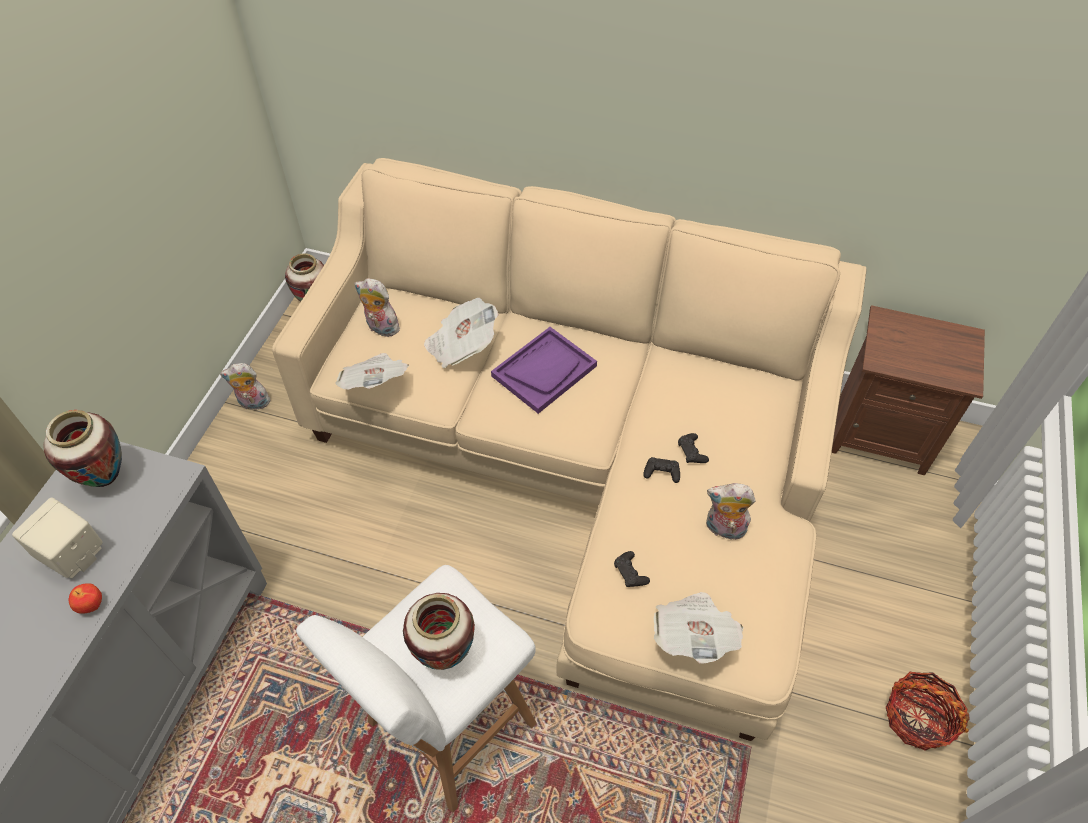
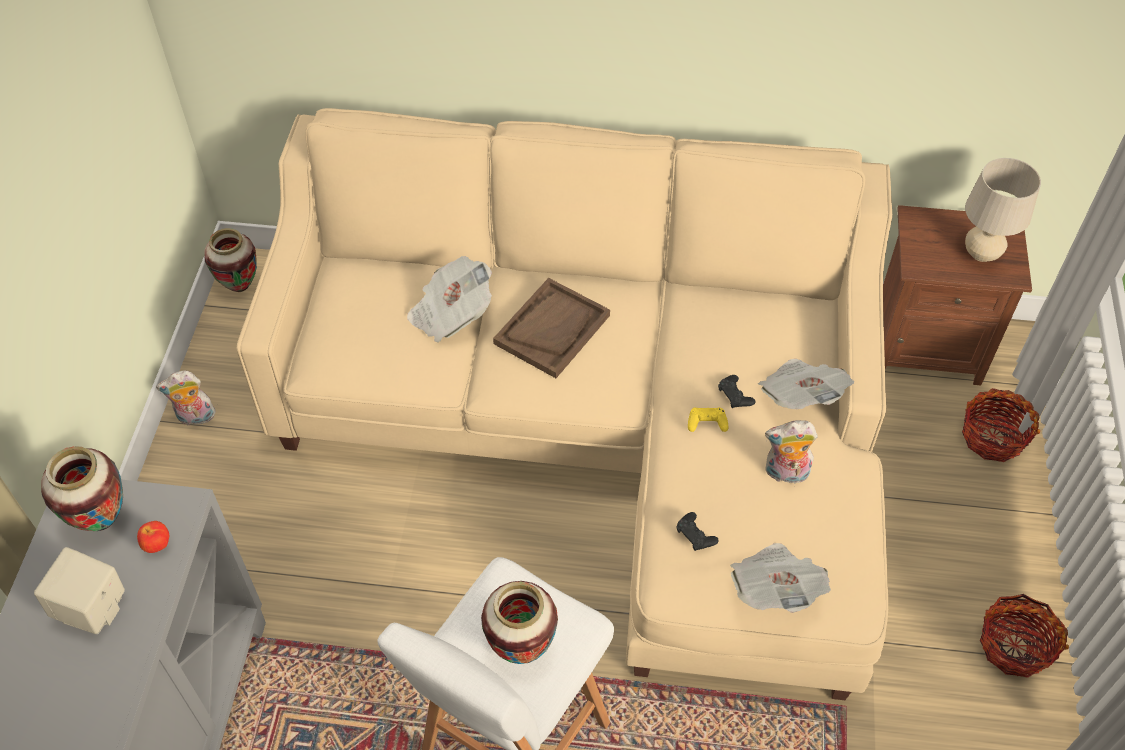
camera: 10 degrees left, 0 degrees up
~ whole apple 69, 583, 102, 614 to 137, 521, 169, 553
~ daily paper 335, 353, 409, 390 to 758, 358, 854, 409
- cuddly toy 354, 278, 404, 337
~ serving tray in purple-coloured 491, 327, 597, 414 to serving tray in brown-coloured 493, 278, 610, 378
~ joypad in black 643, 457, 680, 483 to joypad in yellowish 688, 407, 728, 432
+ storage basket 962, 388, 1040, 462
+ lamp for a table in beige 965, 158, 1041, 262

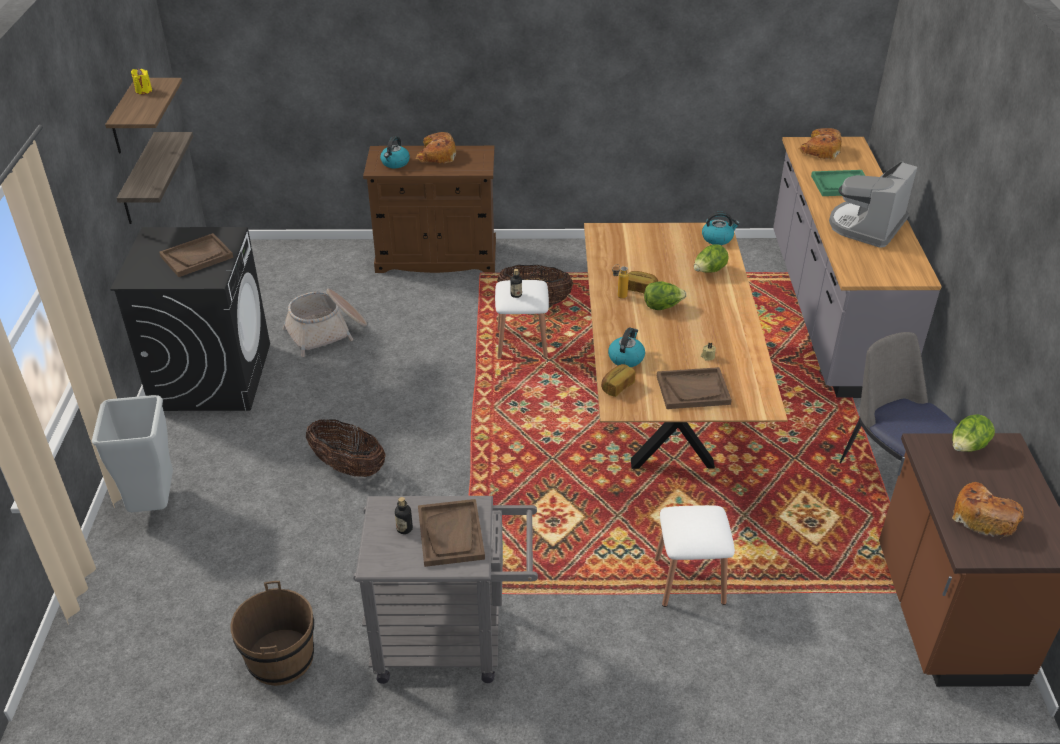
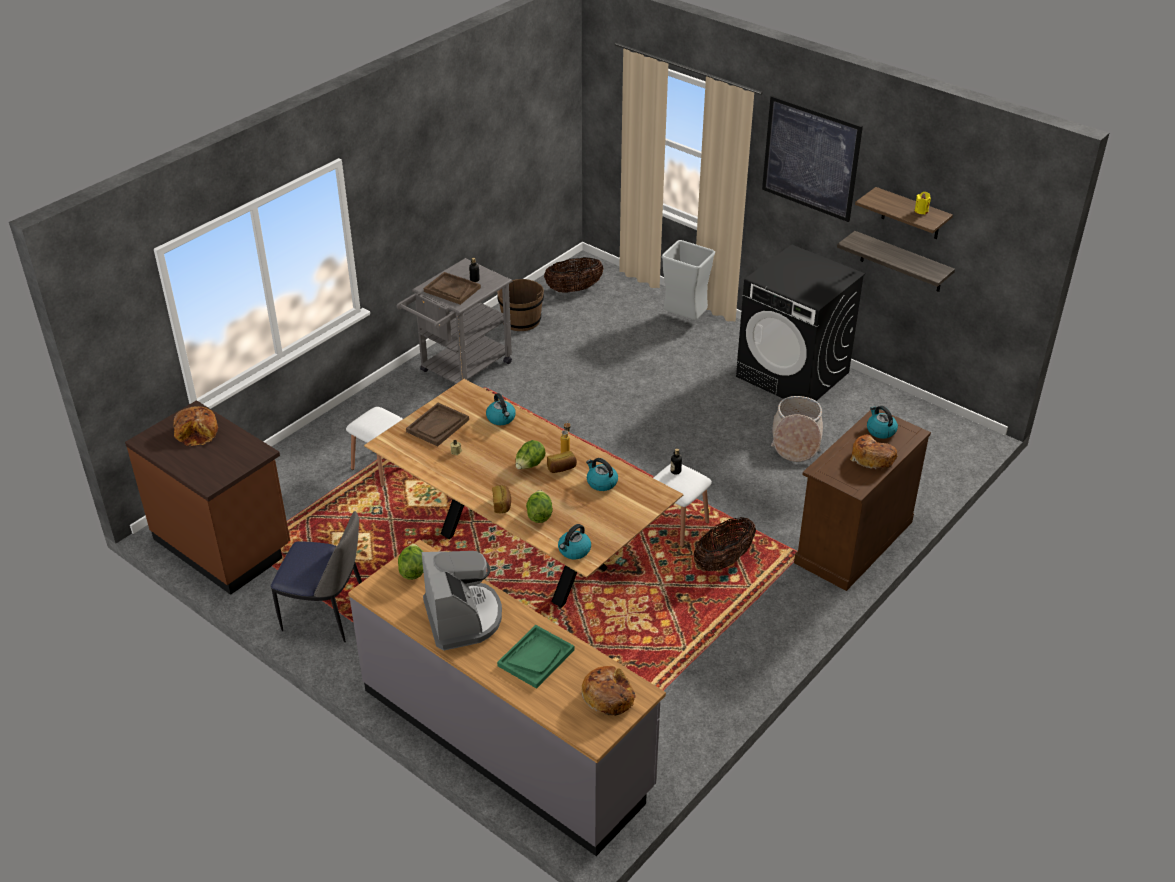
camera: 130 degrees right, 0 degrees up
- serving tray in brown-coloured 159, 233, 233, 277
~ storage basket 306, 419, 386, 477 to 544, 257, 604, 293
~ bakery bread 601, 364, 635, 397 to 492, 485, 511, 514
~ head of lettuce 952, 414, 995, 452 to 398, 544, 423, 580
+ tea kettle 586, 458, 618, 491
+ wall picture 762, 96, 863, 222

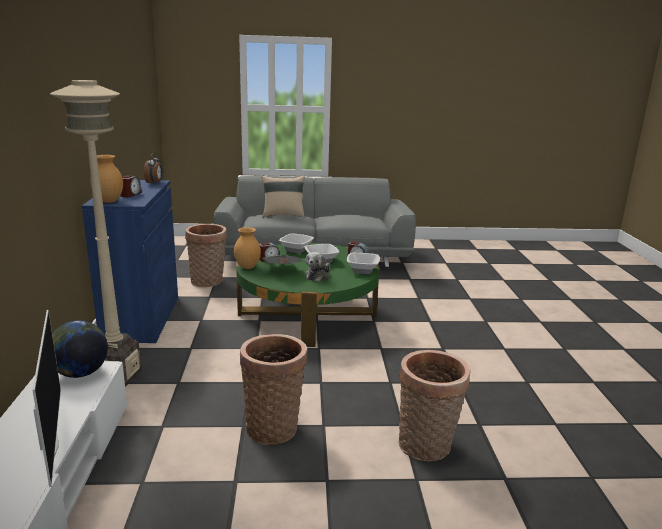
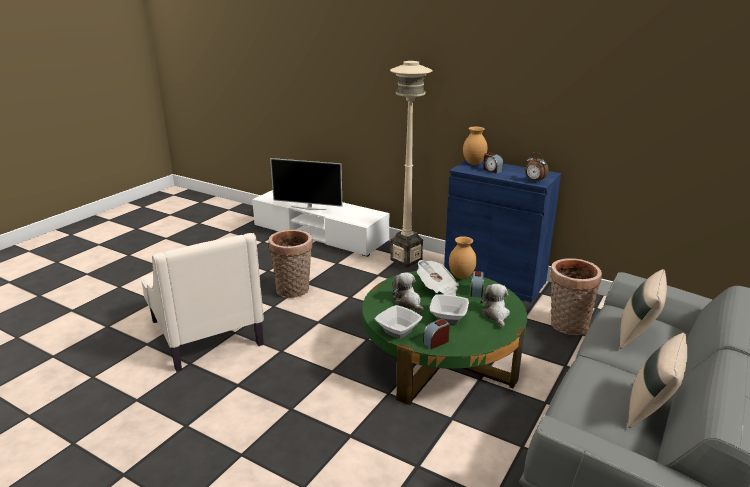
camera: 125 degrees right, 5 degrees up
- world globe 52, 321, 108, 378
~ deep dish 279, 233, 314, 253 to cuddly toy 480, 284, 510, 328
~ storage basket 399, 350, 471, 461 to easy chair in beige 141, 233, 264, 372
+ cushion in beige 628, 333, 687, 428

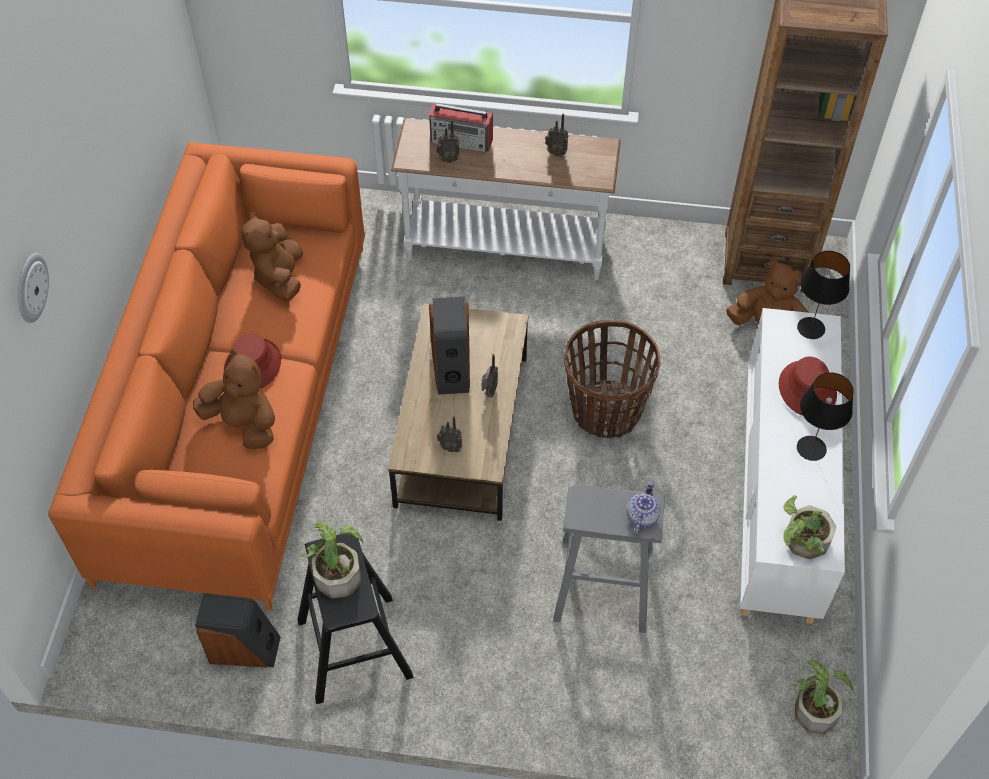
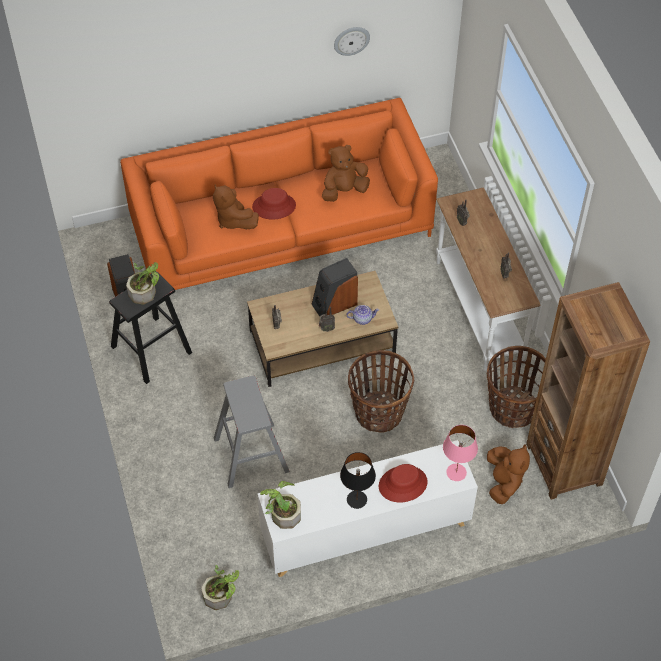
camera: 65 degrees right, 0 degrees up
~ wall clock 18, 253, 49, 323 to 334, 27, 370, 56
~ cuddly toy in brown-coloured 193, 350, 275, 449 = 213, 185, 259, 229 135 degrees clockwise
- radio 429, 103, 493, 153
~ pot for tea 627, 481, 661, 533 to 346, 305, 379, 325
~ lamp for a table in black 797, 251, 850, 339 to lamp for a table in pink 443, 425, 478, 481
+ storage basket 487, 346, 546, 428

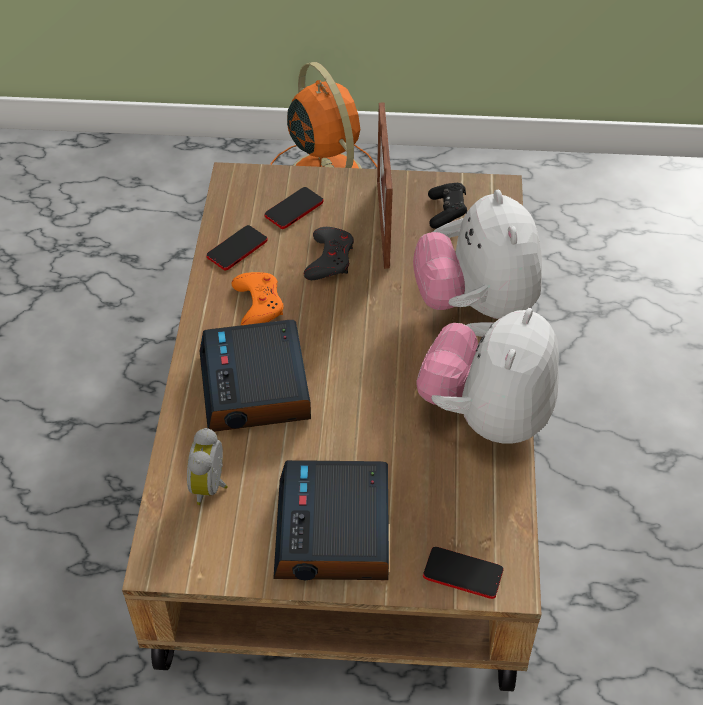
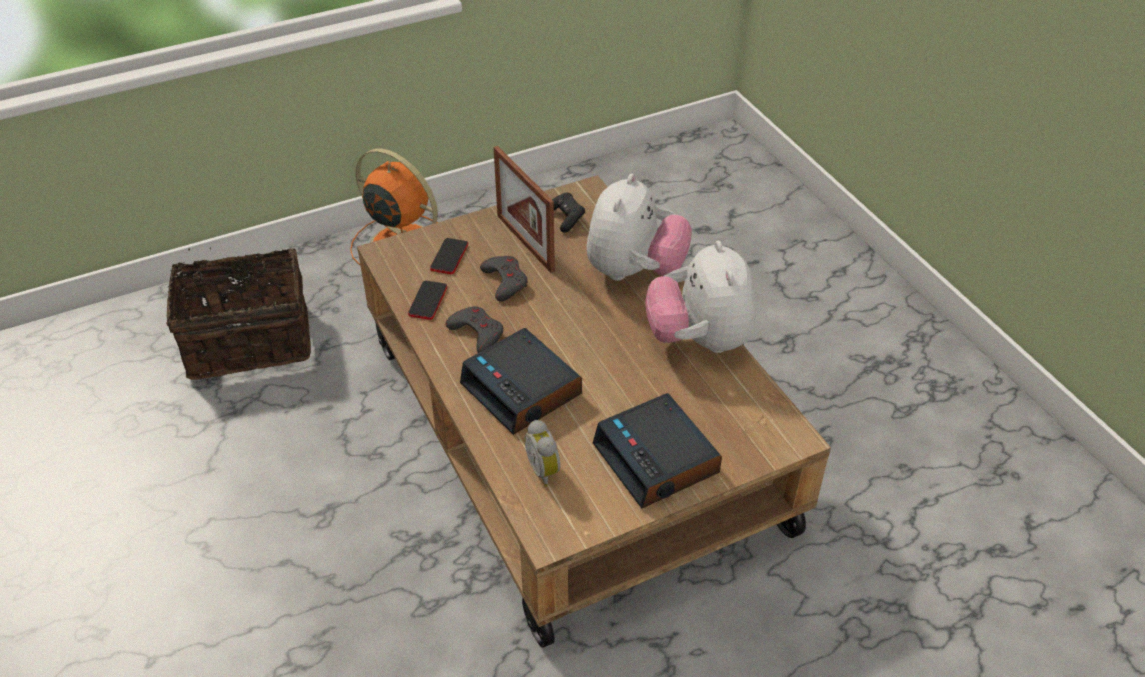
camera: 30 degrees left, 5 degrees down
~ joypad in orange 232, 272, 284, 325 to joypad in grey 446, 306, 504, 353
~ cuddly toy 413, 190, 542, 319 = 587, 174, 692, 281 120 degrees counterclockwise
- handset 423, 547, 504, 599
+ storage basket 166, 248, 311, 380

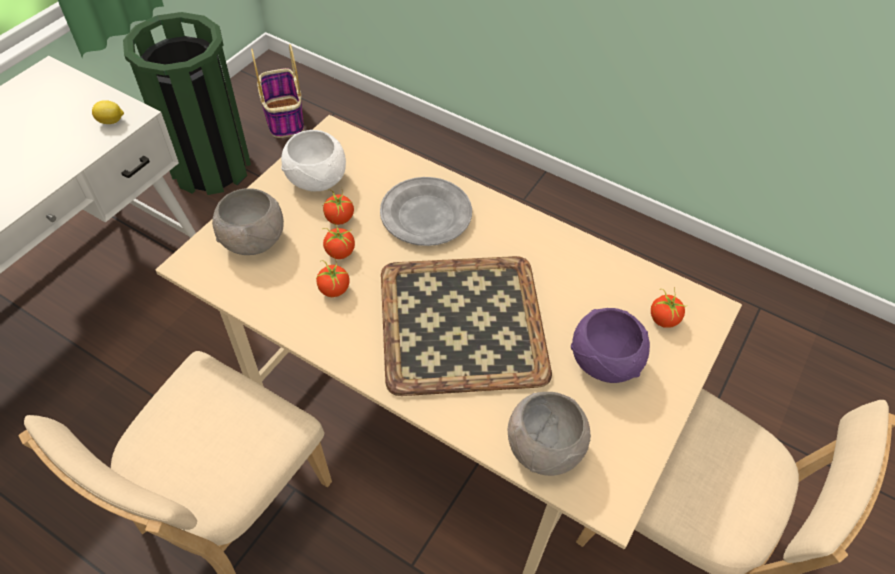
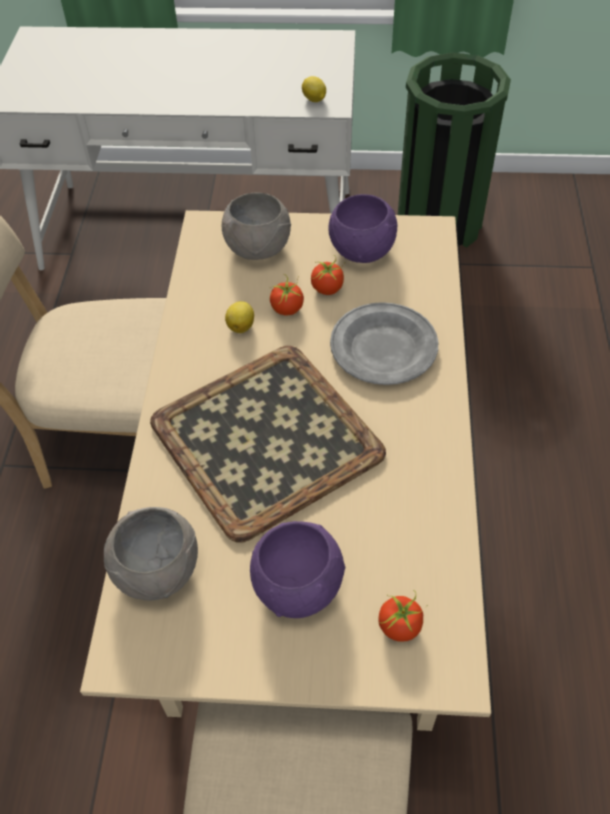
camera: 65 degrees right, 0 degrees up
- storage basket 251, 44, 304, 138
~ deep dish in white 281, 130, 346, 191 to deep dish in purple-coloured 329, 194, 398, 263
~ fresh tomato 315, 259, 350, 297 to whole lemon 225, 301, 254, 333

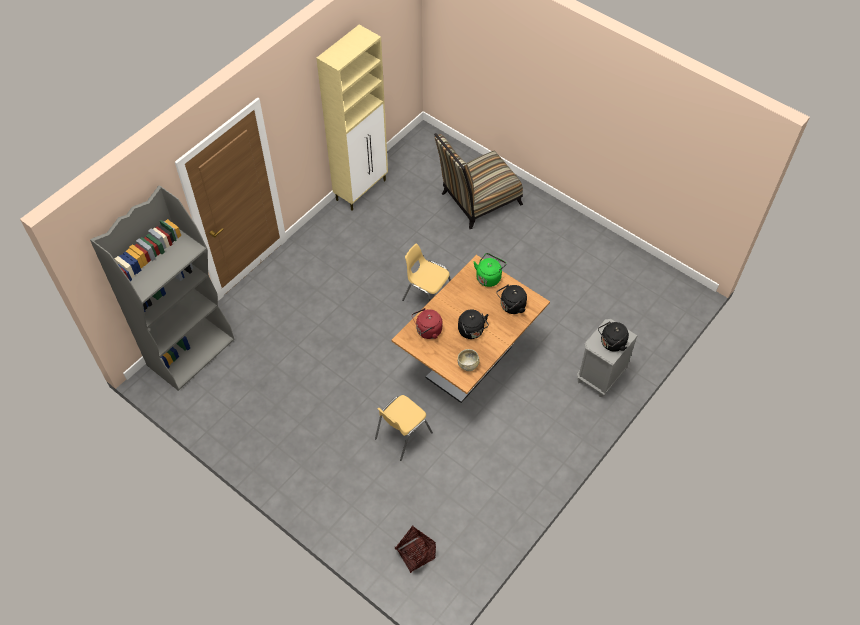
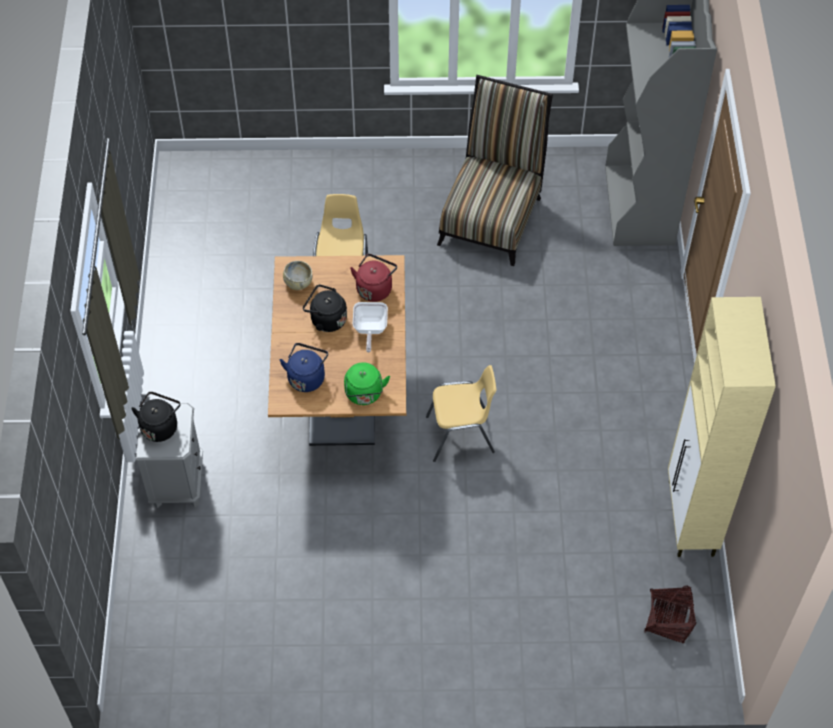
camera: 140 degrees right, 0 degrees up
~ storage basket 395, 525, 436, 573 to 644, 586, 697, 643
~ upright chair 434, 133, 523, 229 to 437, 75, 553, 266
~ tea kettle in black 497, 284, 527, 314 to tea kettle in blue 280, 343, 328, 392
+ frying pan 353, 302, 388, 352

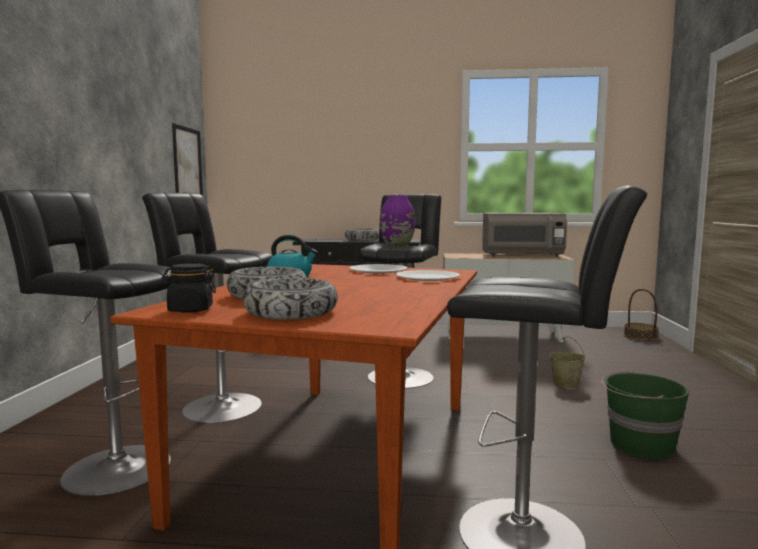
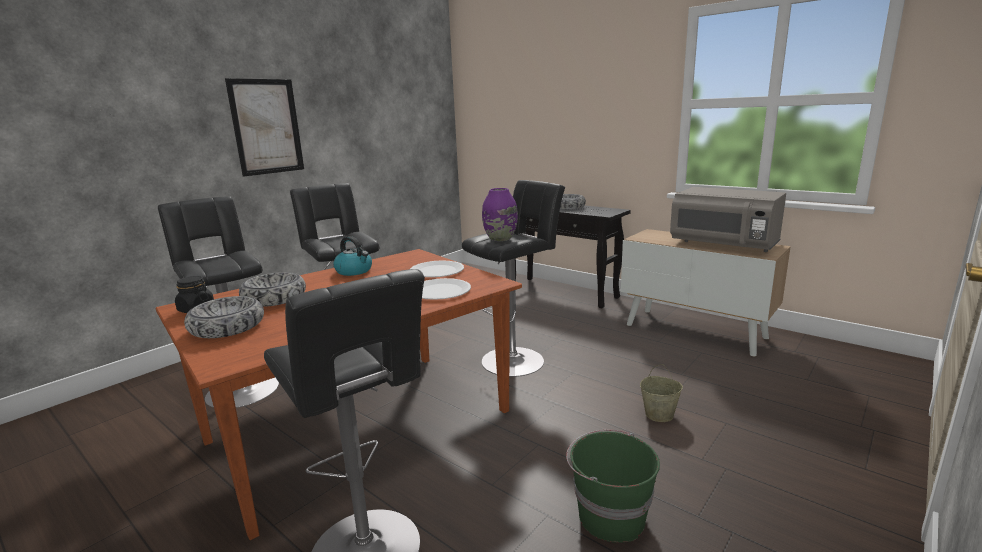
camera: 35 degrees right, 10 degrees up
~ wall picture 172, 123, 203, 196 to 225, 78, 304, 177
- storage basket 624, 289, 659, 341

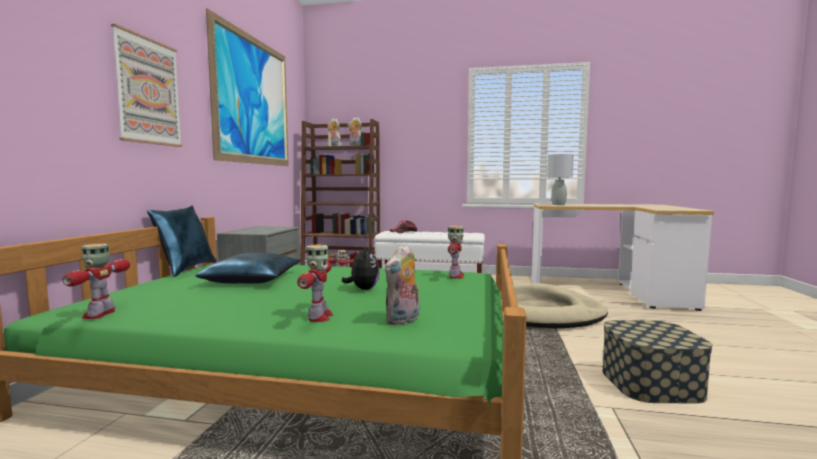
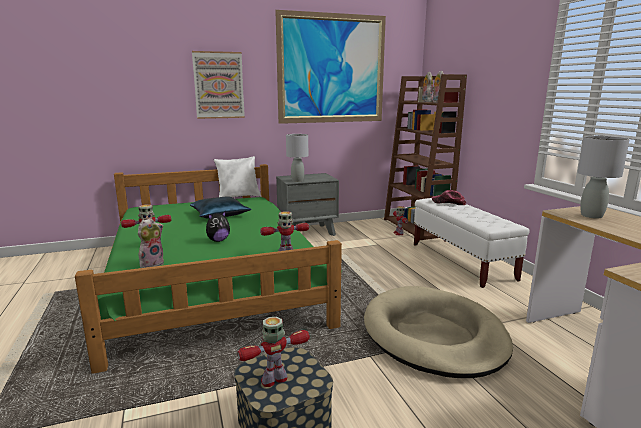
camera: 60 degrees right, 10 degrees up
~ robot figure 62, 243, 130, 319 to 237, 317, 310, 387
~ cushion in blue 147, 205, 217, 277 to cushion in white 214, 156, 262, 197
~ cuddly toy 385, 244, 420, 325 = 138, 218, 164, 268 120 degrees clockwise
+ lamp for a table in grey 286, 134, 308, 182

